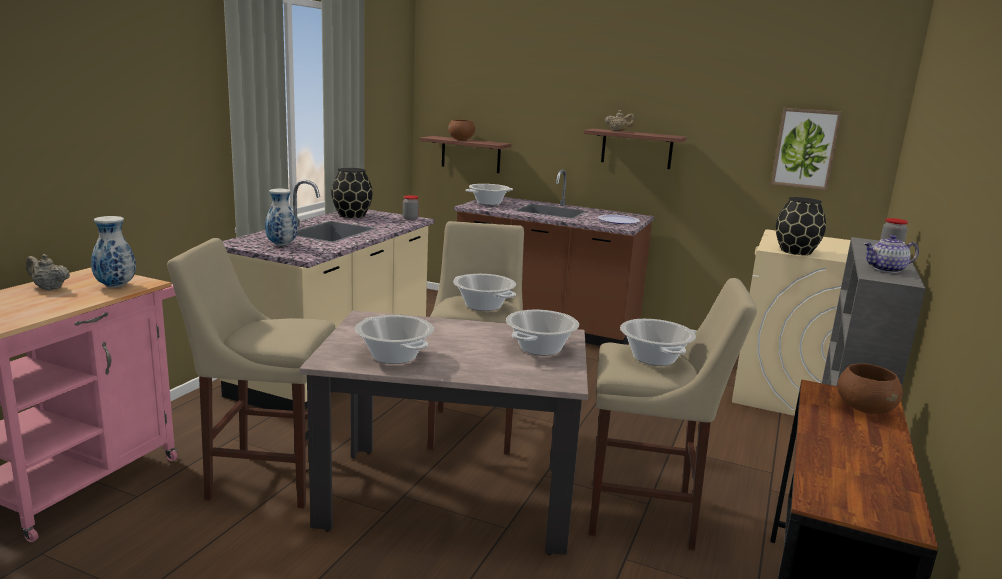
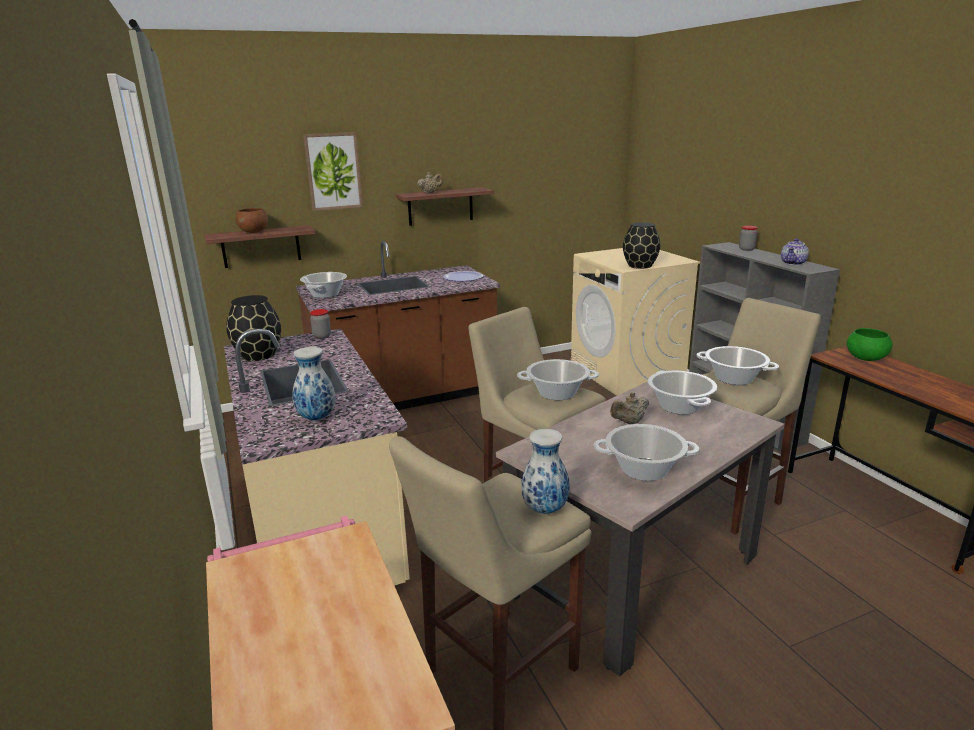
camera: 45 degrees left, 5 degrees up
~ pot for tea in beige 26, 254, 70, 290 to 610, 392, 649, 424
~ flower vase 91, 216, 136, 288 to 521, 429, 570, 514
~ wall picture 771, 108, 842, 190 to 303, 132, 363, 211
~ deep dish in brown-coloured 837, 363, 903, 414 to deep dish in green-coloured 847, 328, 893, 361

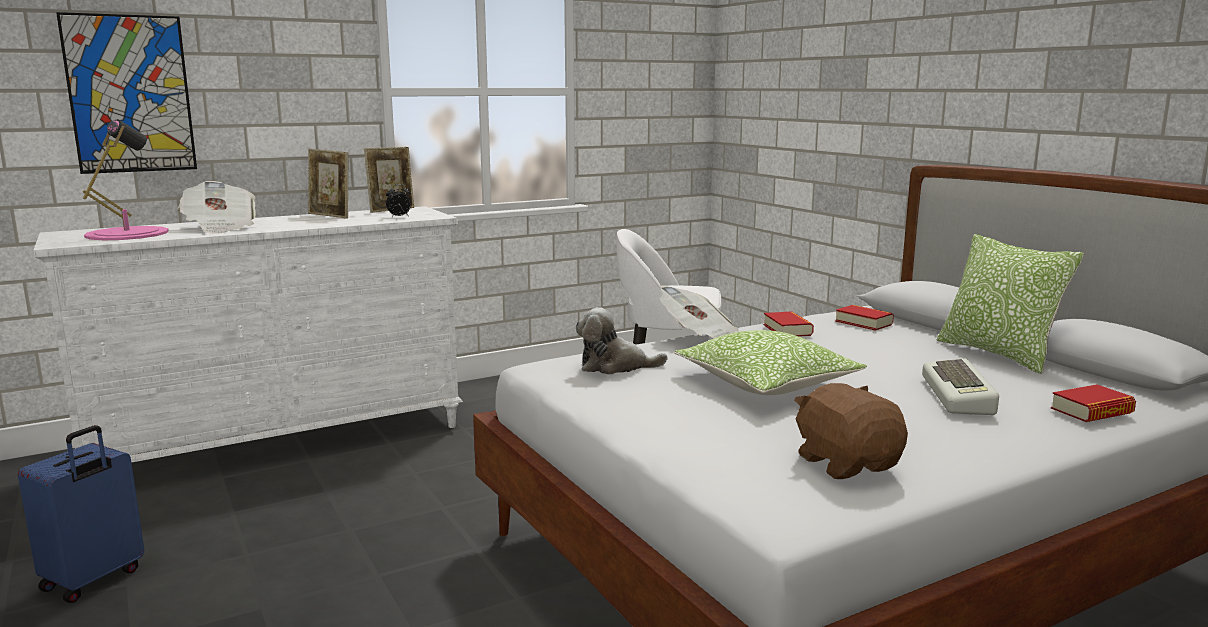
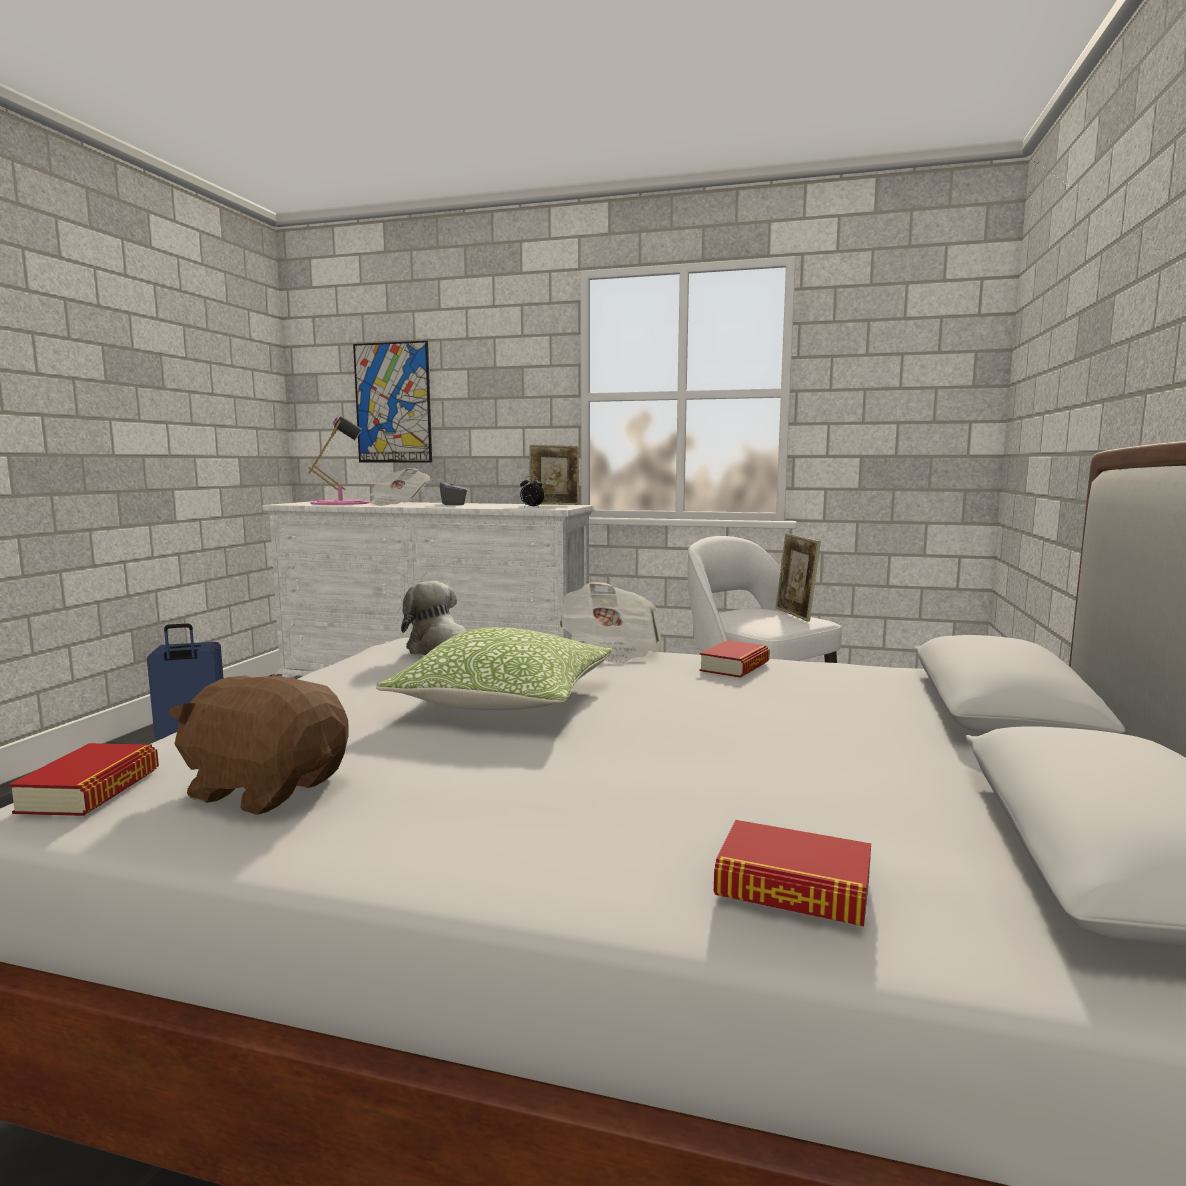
camera: 45 degrees right, 5 degrees down
~ photo frame 308, 149, 349, 219 to 775, 533, 821, 622
~ cuddly toy in brown-coloured 794, 383, 908, 479 = 167, 674, 349, 815 90 degrees counterclockwise
~ book 835, 305, 894, 331 to 8, 743, 159, 816
- computer keyboard 922, 358, 999, 415
- cushion 937, 234, 1084, 374
+ tissue holder in grey 440, 475, 467, 505

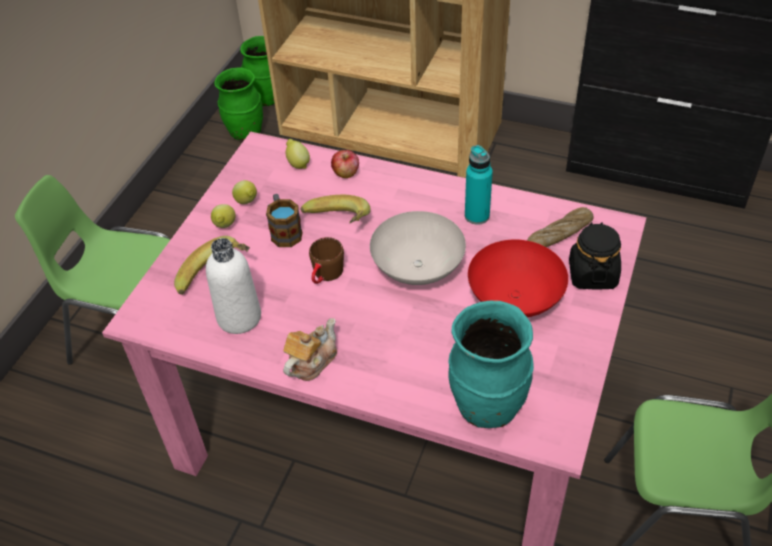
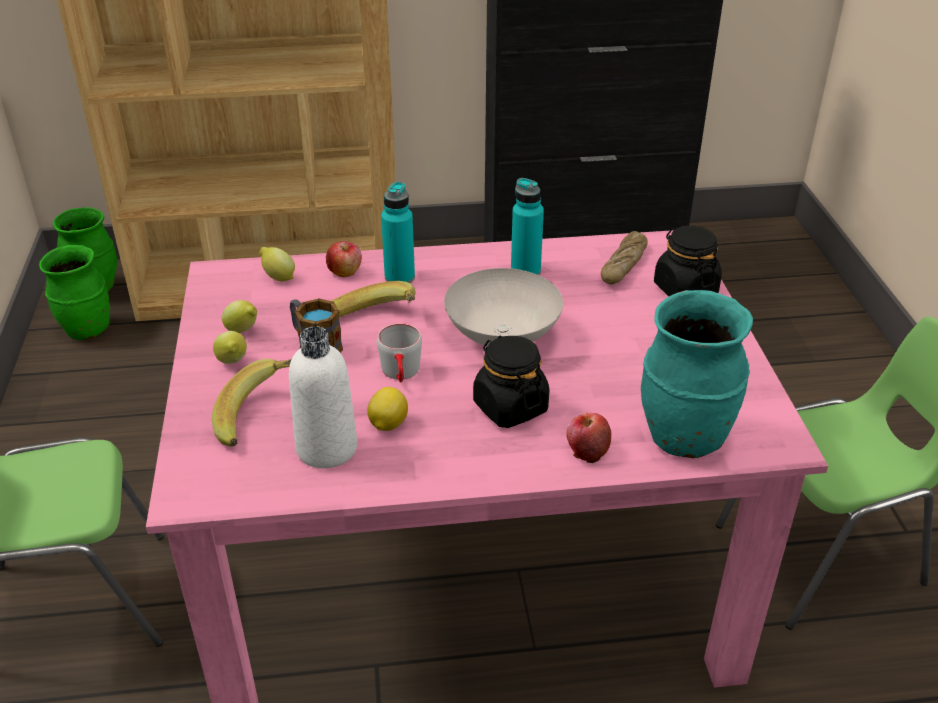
camera: 30 degrees left, 10 degrees down
- pot for tea 283, 318, 337, 381
~ tea mug in brown-coloured 309, 237, 344, 284 to tea mug in grey 377, 323, 422, 382
- deep dish in red 468, 239, 568, 317
+ whole lemon 367, 387, 408, 431
+ beverage bottle in turquoise 381, 182, 415, 283
+ jar in black 473, 336, 549, 428
+ whole apple 566, 413, 611, 463

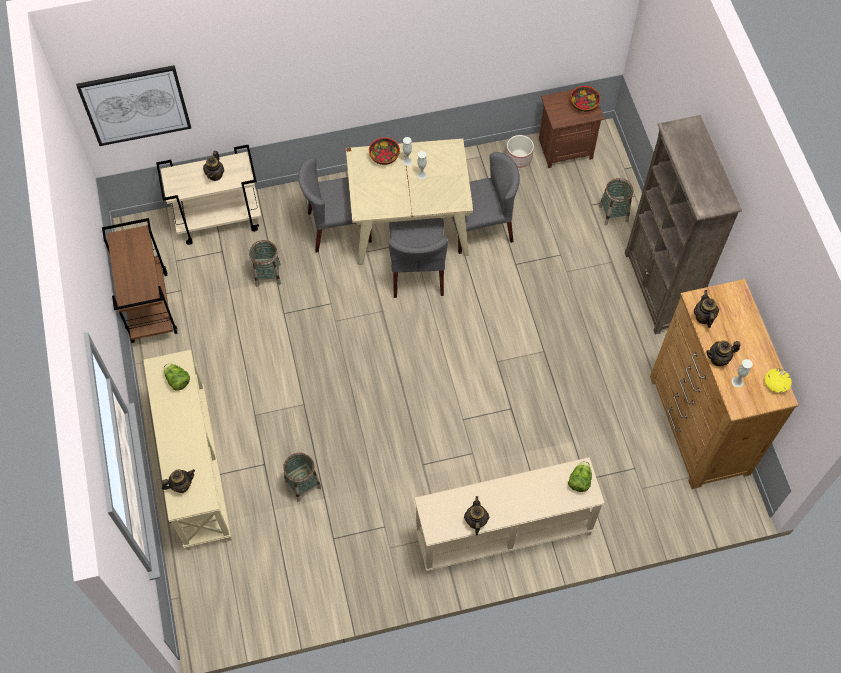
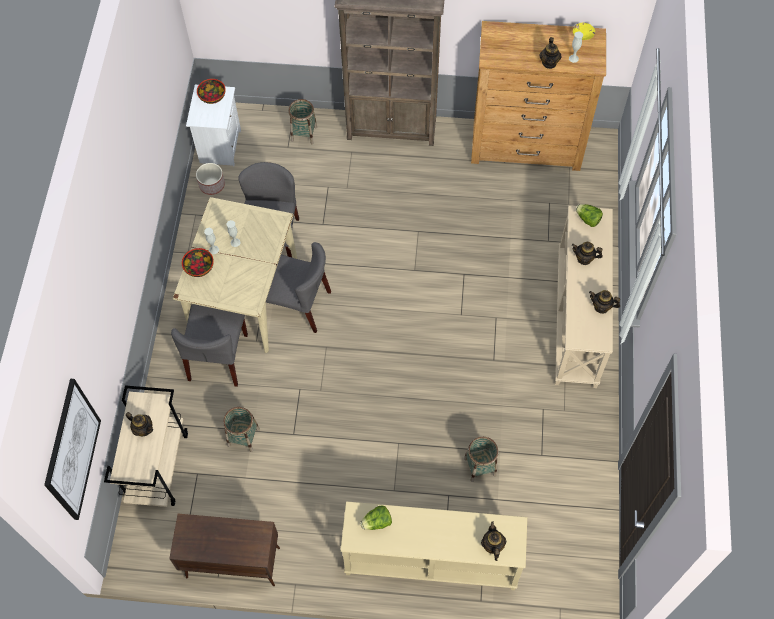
camera: 70 degrees left, 0 degrees up
~ wheeled cart in brown-coloured 102, 218, 177, 343 to storage cabinet in brown-coloured 169, 514, 280, 586
~ nightstand in brown-coloured 539, 86, 604, 168 to nightstand in white 186, 85, 241, 167
~ pot for tea 694, 290, 719, 328 to 572, 242, 603, 265

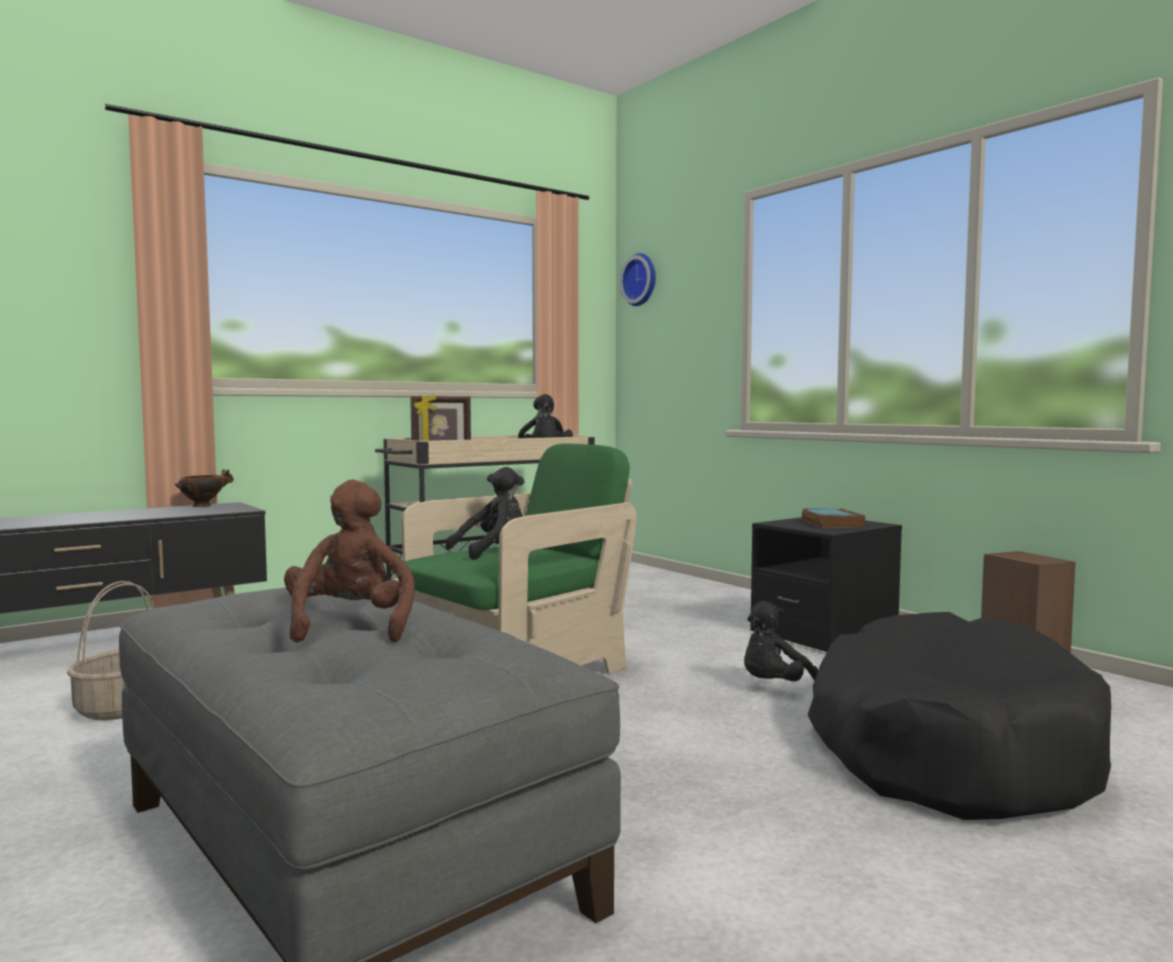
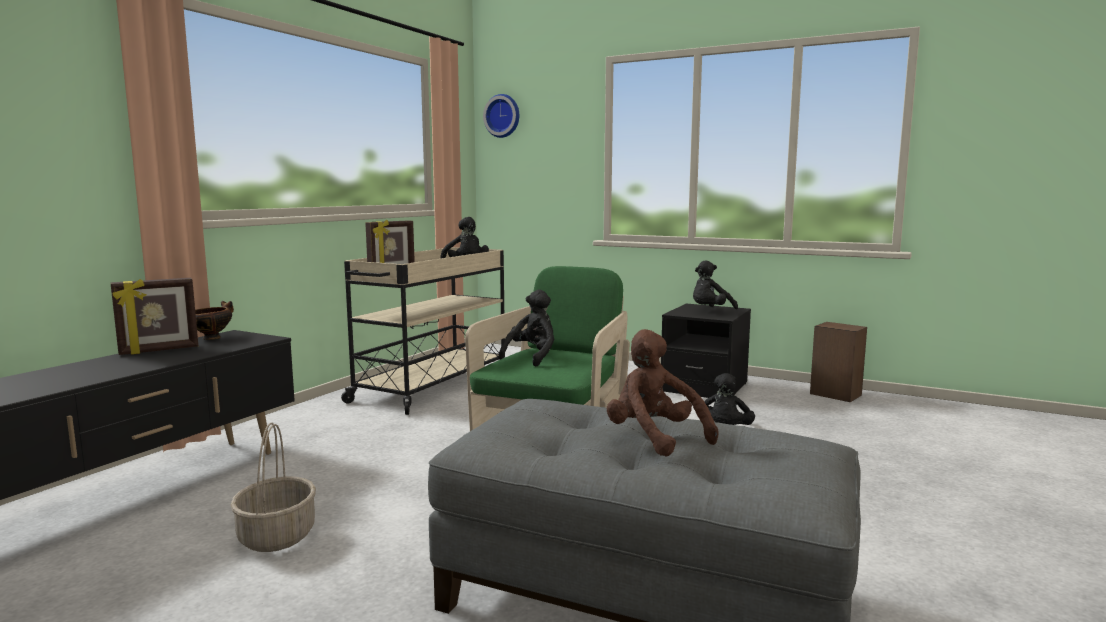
camera: 25 degrees left, 5 degrees up
~ book 802, 508, 865, 528 to cuddly toy in black 693, 260, 738, 309
- dog cushion in black 808, 612, 1111, 820
+ photo frame 111, 278, 198, 355

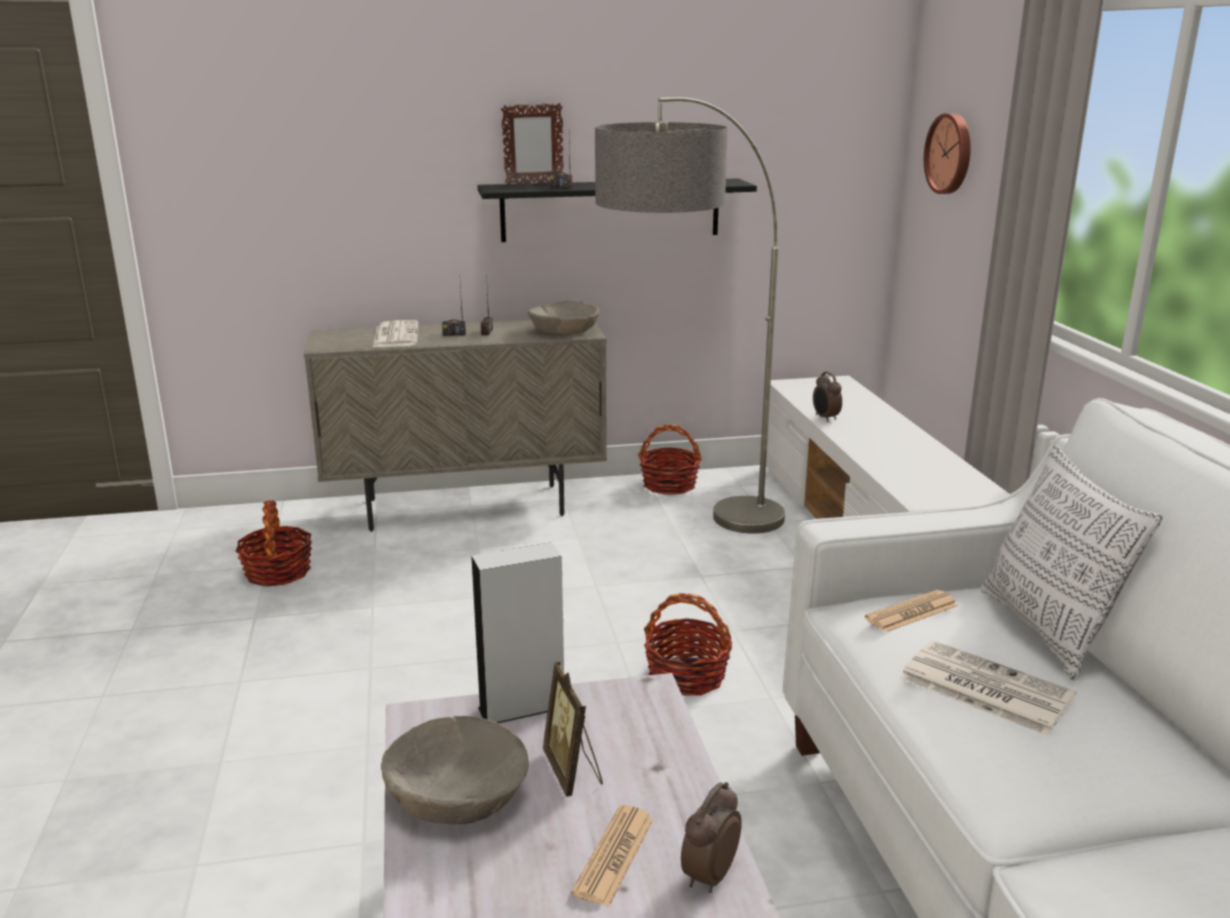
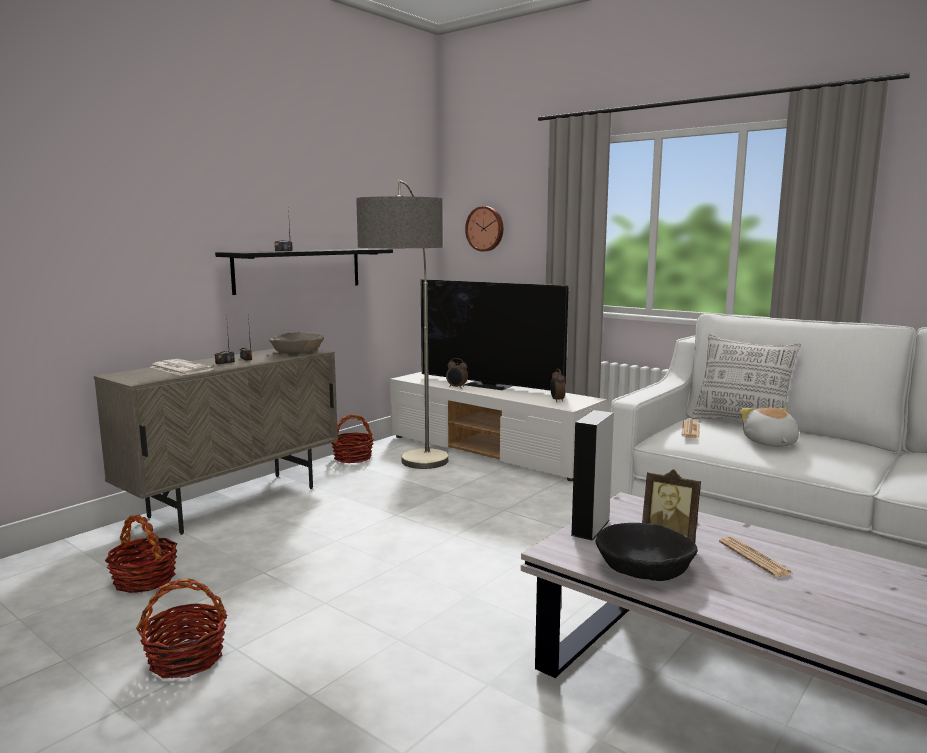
camera: 40 degrees left, 10 degrees down
~ deep dish in beige 381, 716, 529, 824 to deep dish in black 596, 523, 698, 581
- photo frame 501, 103, 564, 185
~ storage basket 644, 593, 732, 696 to 136, 579, 227, 678
~ alarm clock 681, 782, 742, 893 to 550, 369, 566, 402
~ daily paper 900, 640, 1077, 736 to cuddly toy 740, 408, 799, 447
+ television 421, 279, 569, 391

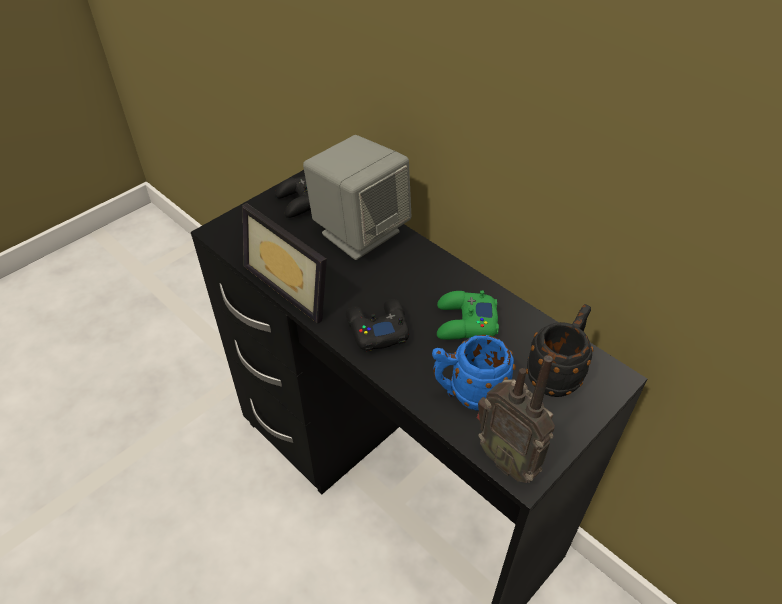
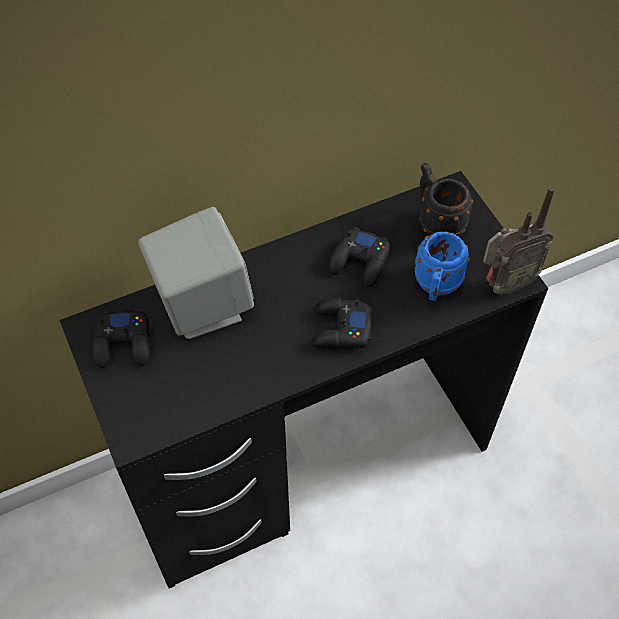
camera: 70 degrees left, 10 degrees up
- photo frame 242, 203, 327, 323
~ joypad in green-coloured 437, 290, 499, 340 to joypad in black 329, 227, 390, 287

